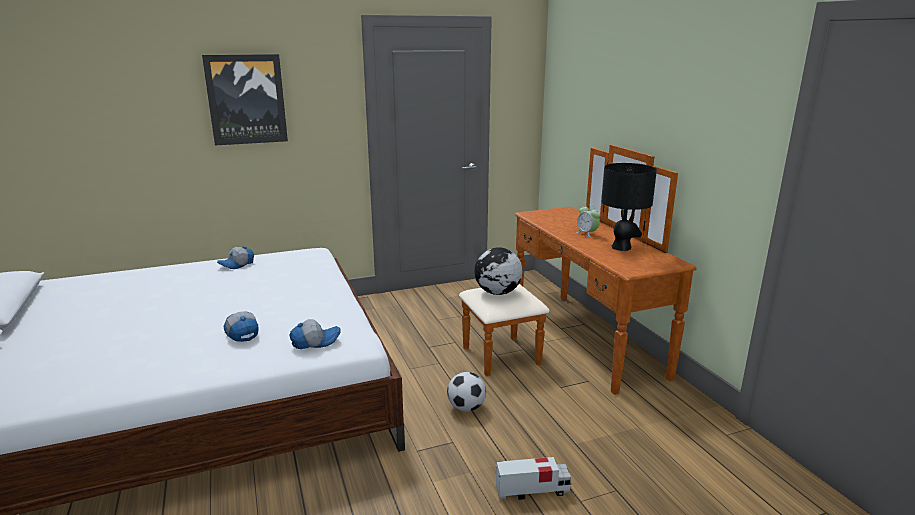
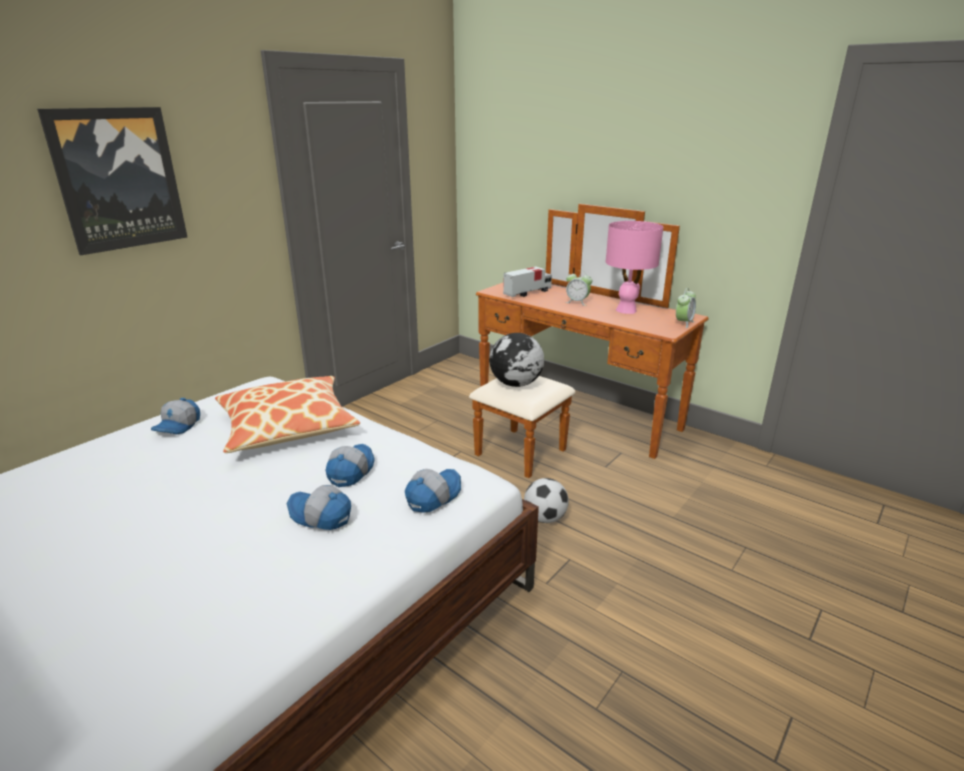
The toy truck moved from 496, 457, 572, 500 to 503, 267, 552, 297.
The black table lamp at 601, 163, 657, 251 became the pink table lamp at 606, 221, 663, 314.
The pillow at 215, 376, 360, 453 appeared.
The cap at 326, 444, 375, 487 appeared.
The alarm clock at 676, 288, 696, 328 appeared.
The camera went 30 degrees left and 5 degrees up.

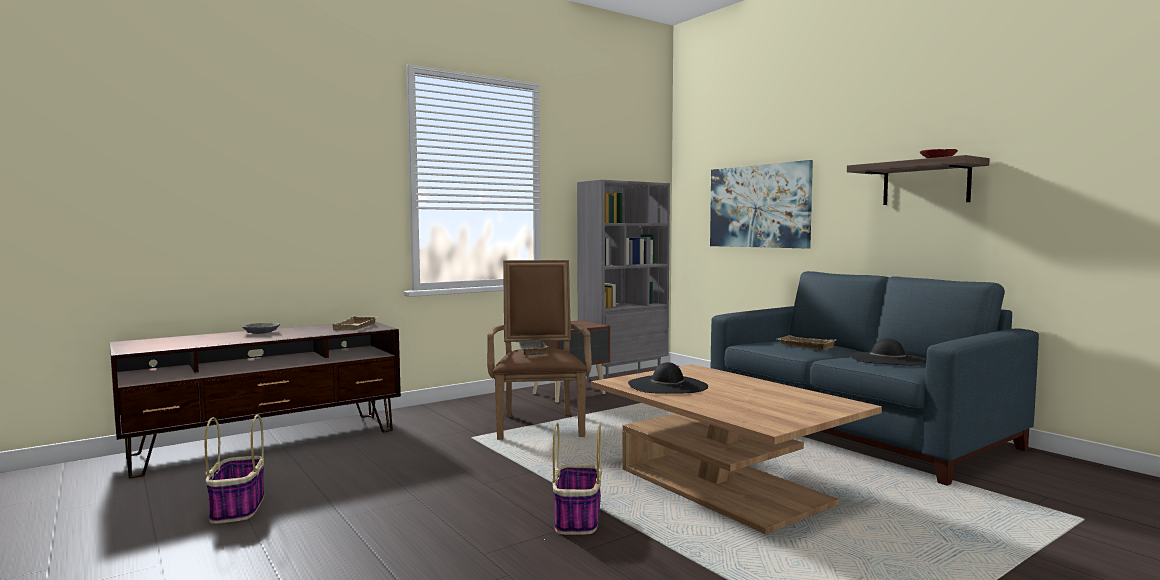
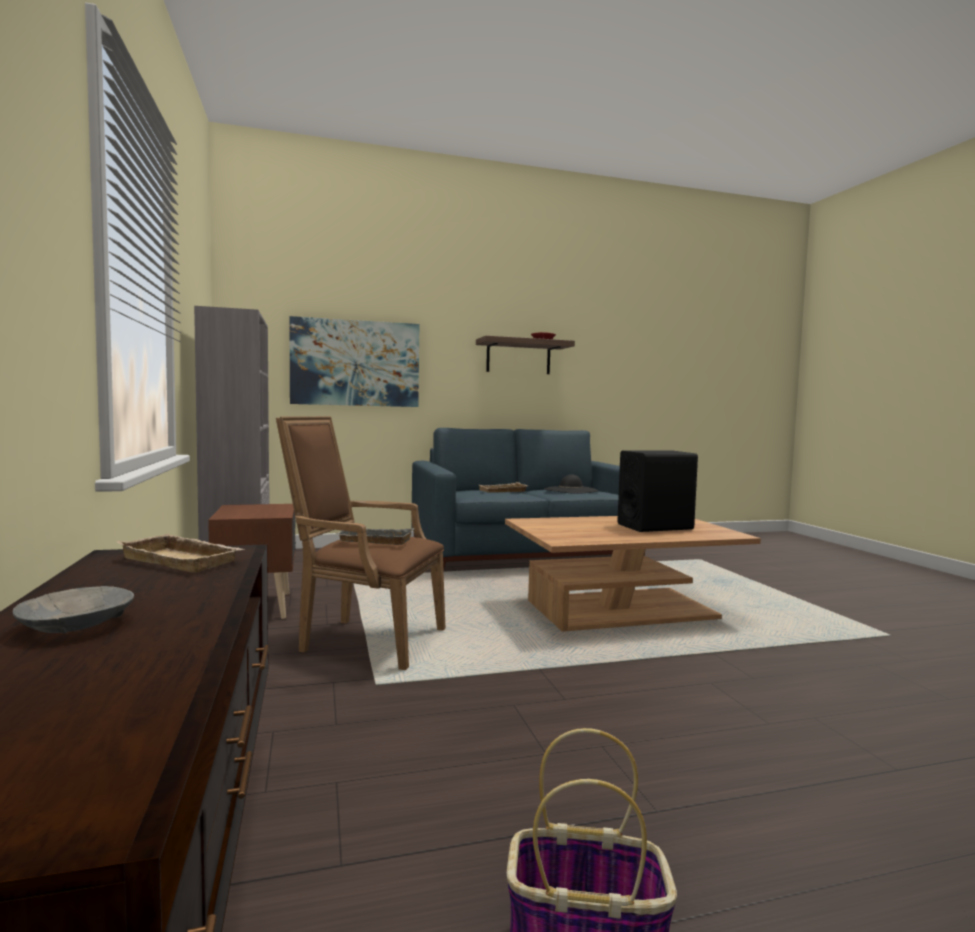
The basket at 552, 422, 602, 535 disappeared.
The black hat at 628, 362, 708, 394 disappeared.
The black speaker at 617, 450, 698, 532 appeared.
The camera went 70 degrees left and 0 degrees up.

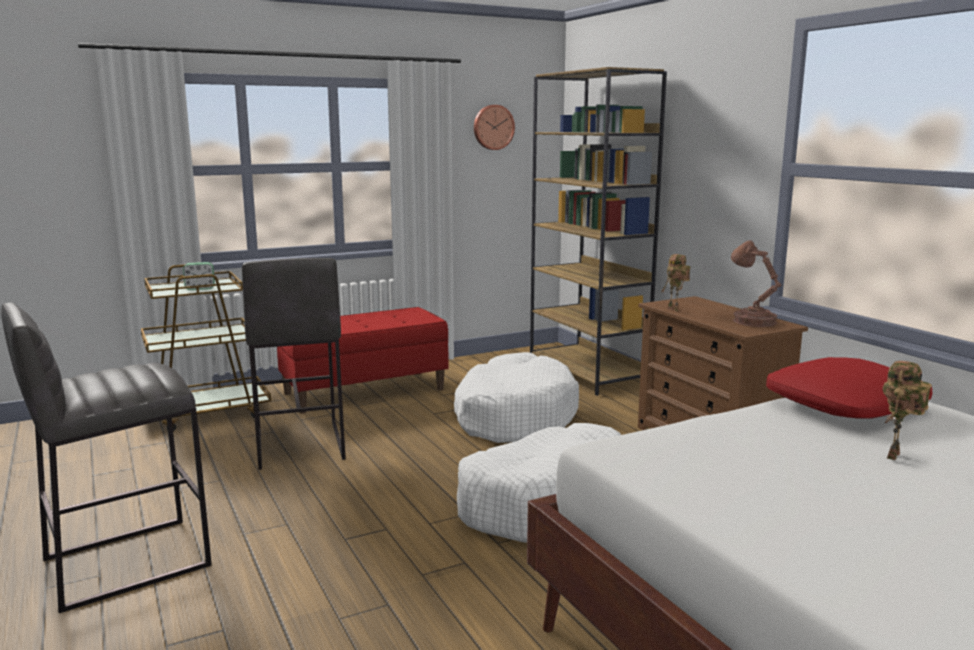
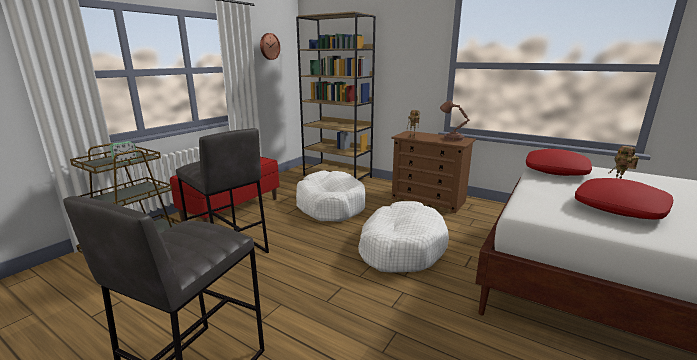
The red pillow at 575, 178, 673, 220 appeared.
The camera went 30 degrees left and 5 degrees up.

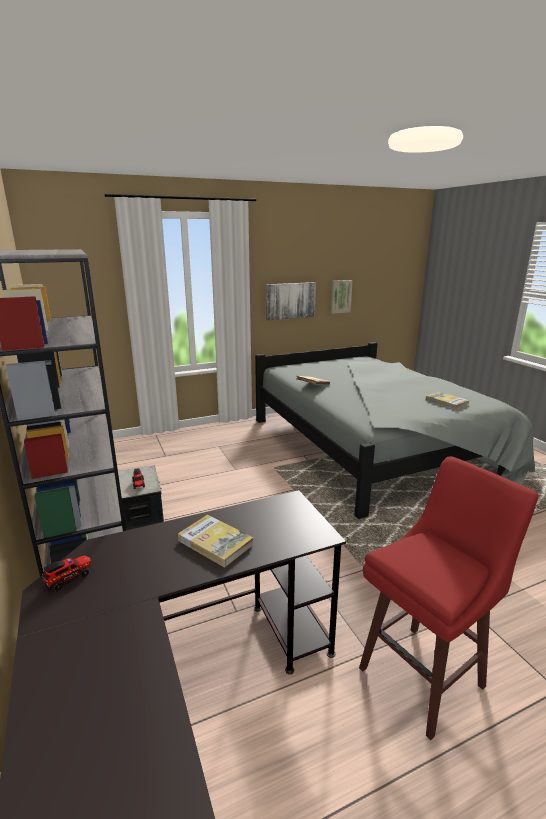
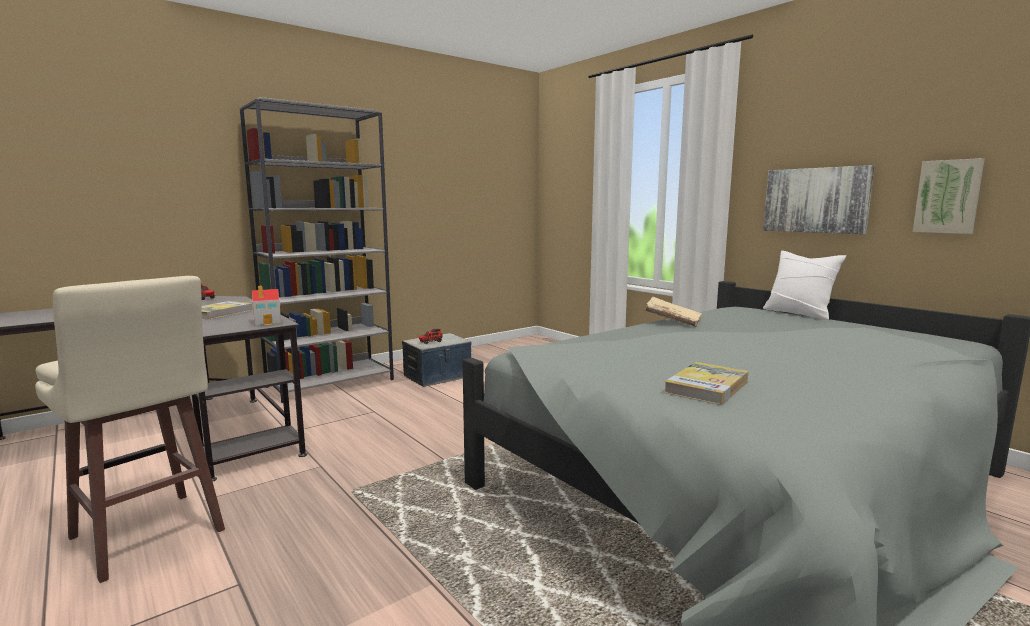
The red stool at 359, 456, 538, 740 became the beige stool at 35, 276, 225, 583.
The toy house at 252, 286, 281, 325 appeared.
The white pillow at 763, 251, 846, 320 appeared.
The camera went 75 degrees right and 10 degrees down.

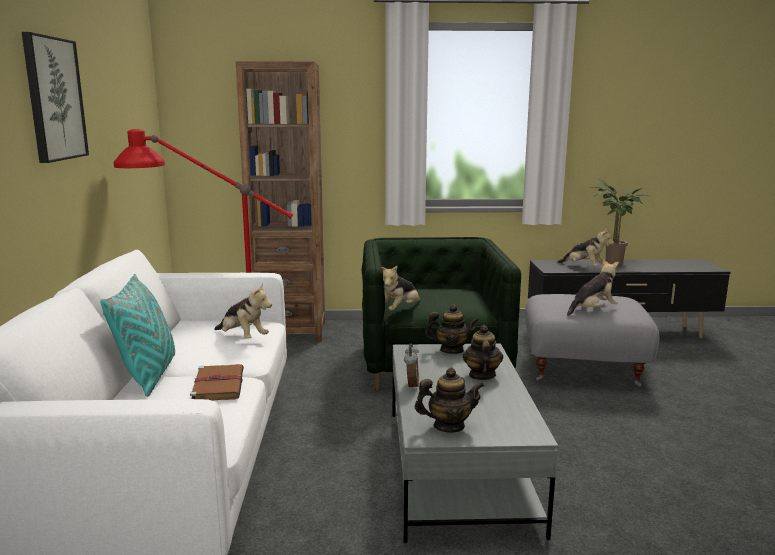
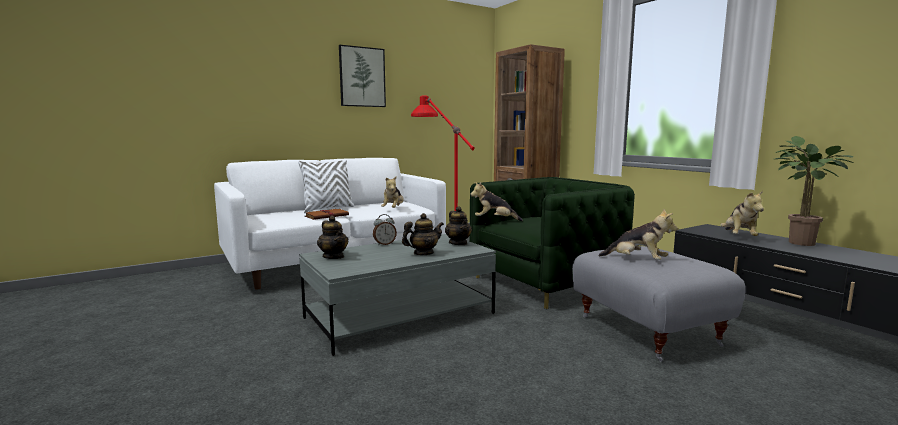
The turquoise pillow at 100, 274, 175, 397 became the white pillow at 298, 160, 354, 212.
The camera went 60 degrees right and 5 degrees down.

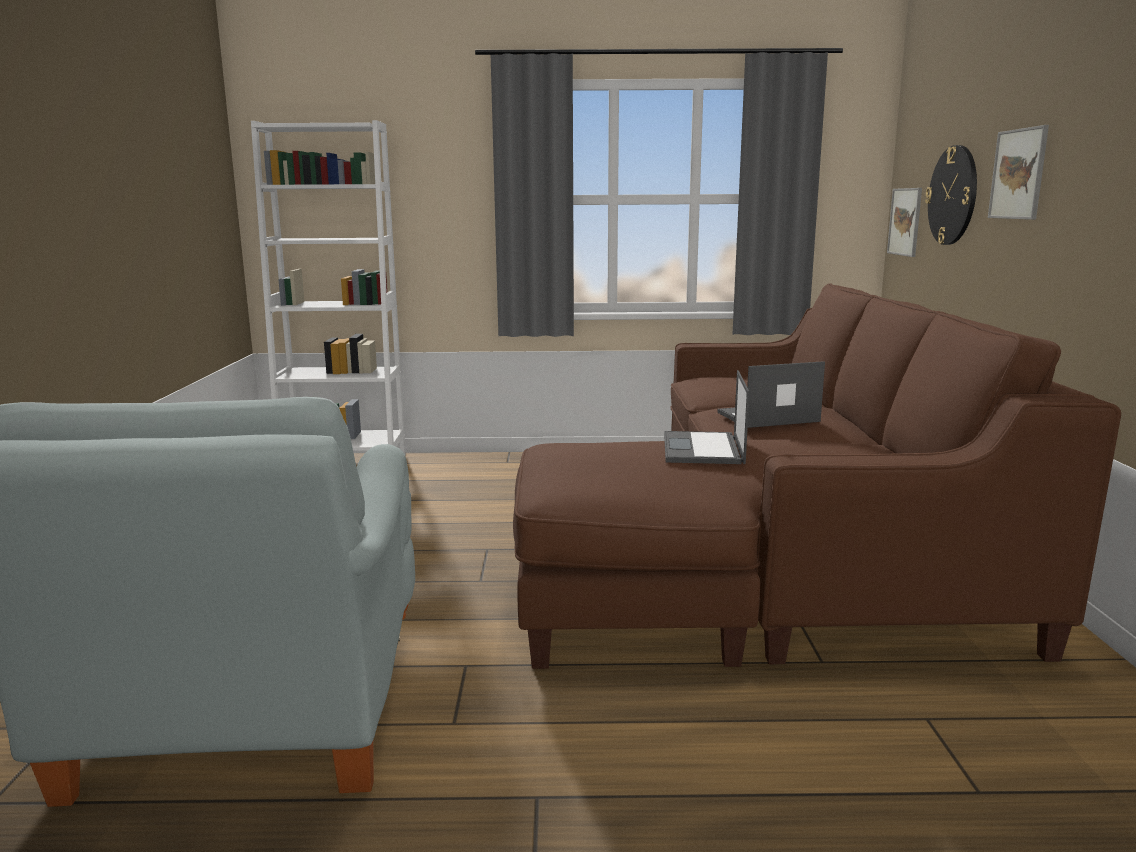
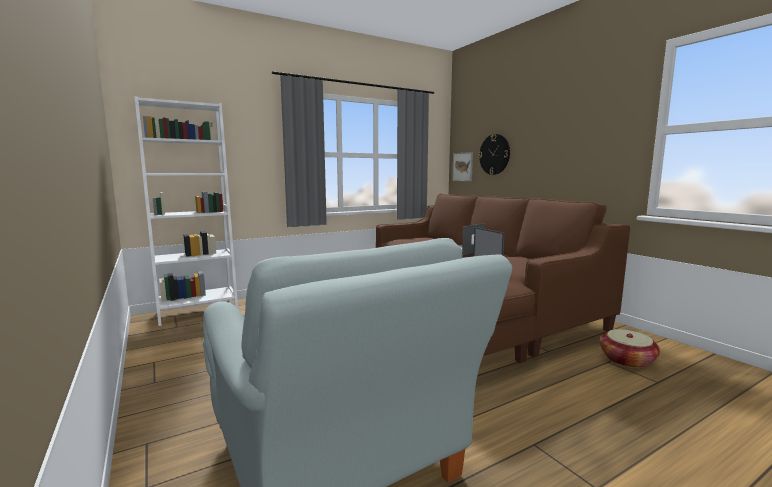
The picture at 988, 125, 1049, 220 disappeared.
The basket at 599, 329, 660, 368 appeared.
The camera went 30 degrees left and 5 degrees down.

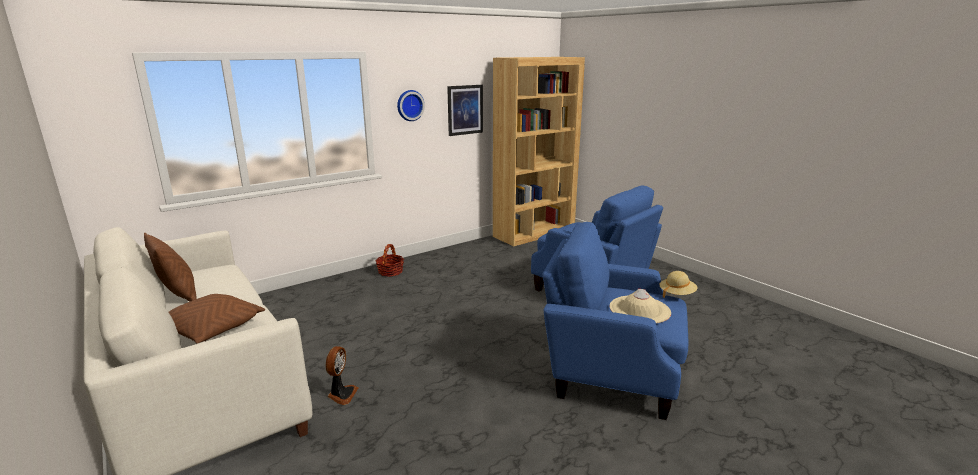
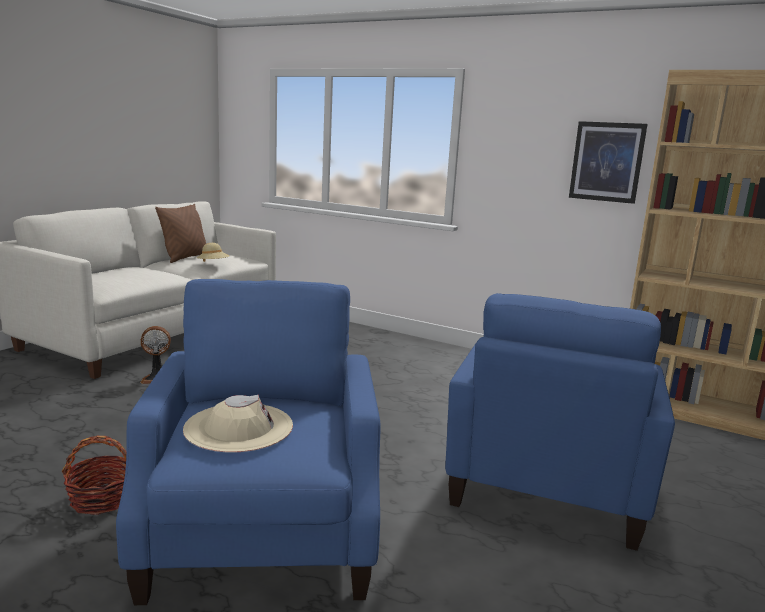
The brown pillow at 168, 294, 265, 343 disappeared.
The basket moved from 375, 244, 404, 277 to 62, 436, 126, 515.
The wall clock at 397, 90, 425, 121 disappeared.
The beige hat moved from 660, 271, 698, 298 to 197, 243, 229, 262.
The camera went 65 degrees right and 5 degrees down.

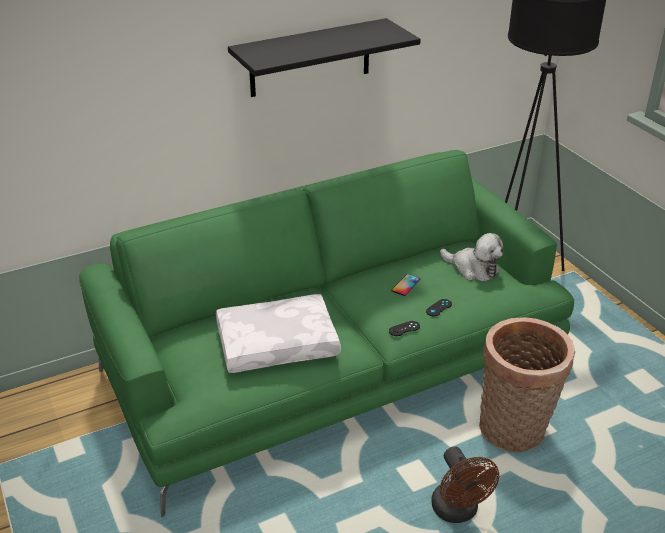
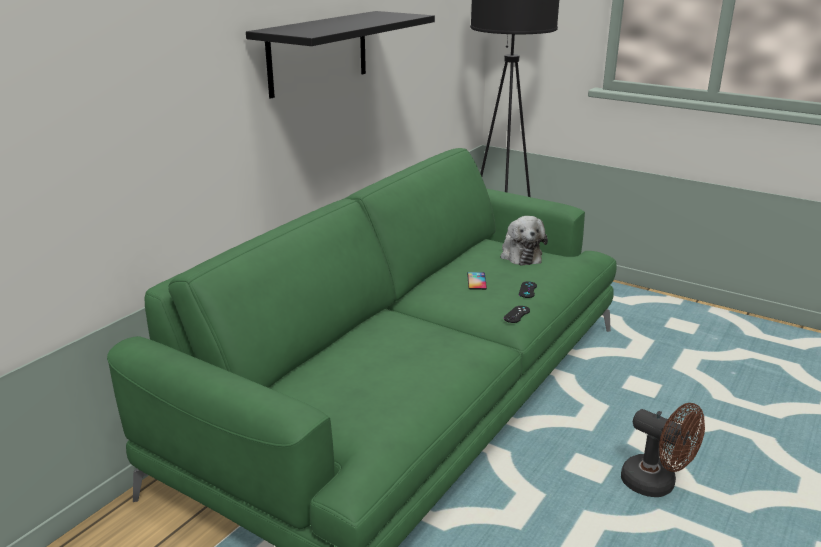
The white pillow at 216, 294, 341, 373 disappeared.
The plush toy at 440, 233, 503, 281 turned 75 degrees clockwise.
The basket at 479, 317, 575, 452 disappeared.
The camera went 30 degrees left and 10 degrees down.

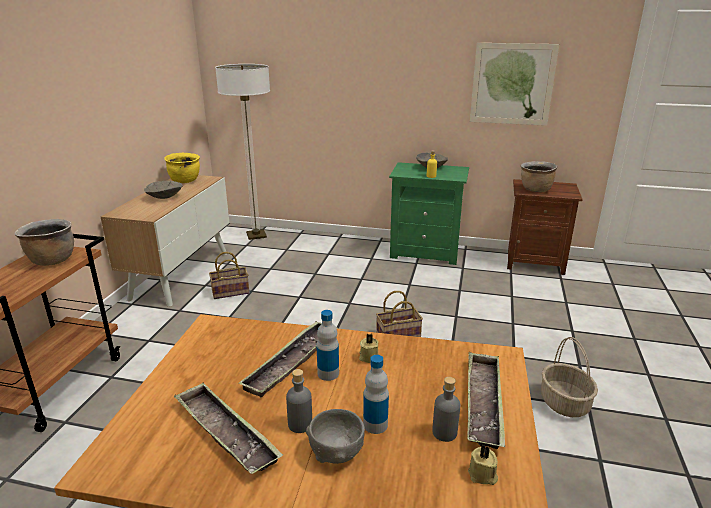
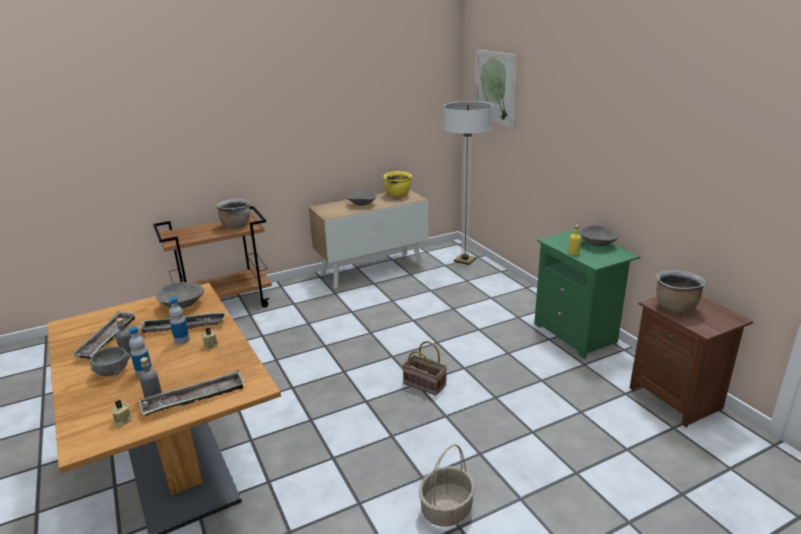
The basket at 209, 252, 249, 299 disappeared.
The picture moved from 470, 43, 559, 126 to 475, 49, 518, 129.
The grey bowl at 156, 282, 204, 309 appeared.
The camera went 50 degrees right and 0 degrees up.

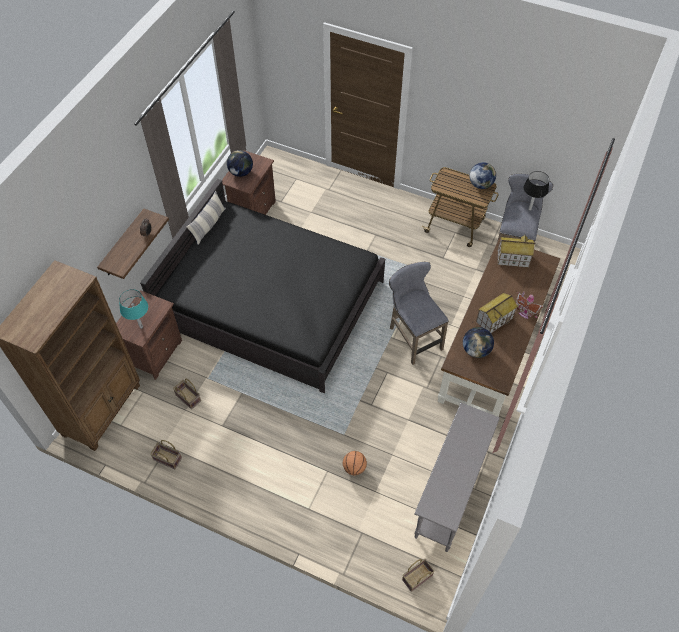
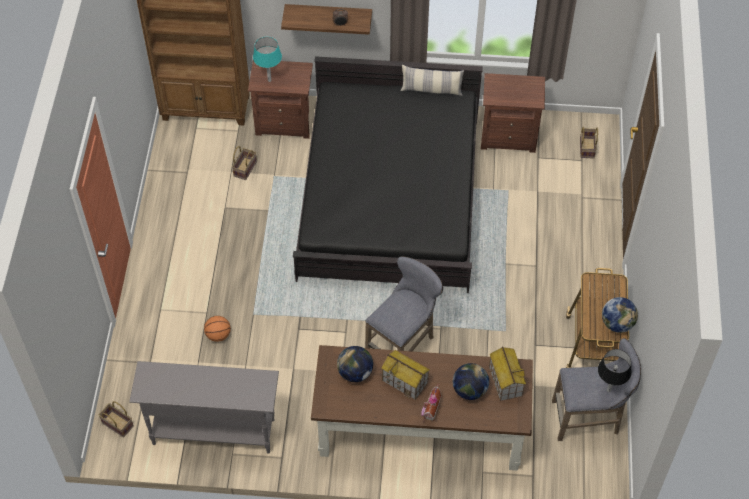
The basket moved from 150, 440, 182, 469 to 580, 127, 598, 159.
The globe moved from 227, 150, 253, 177 to 453, 363, 489, 400.
The camera went 70 degrees right and 0 degrees up.

